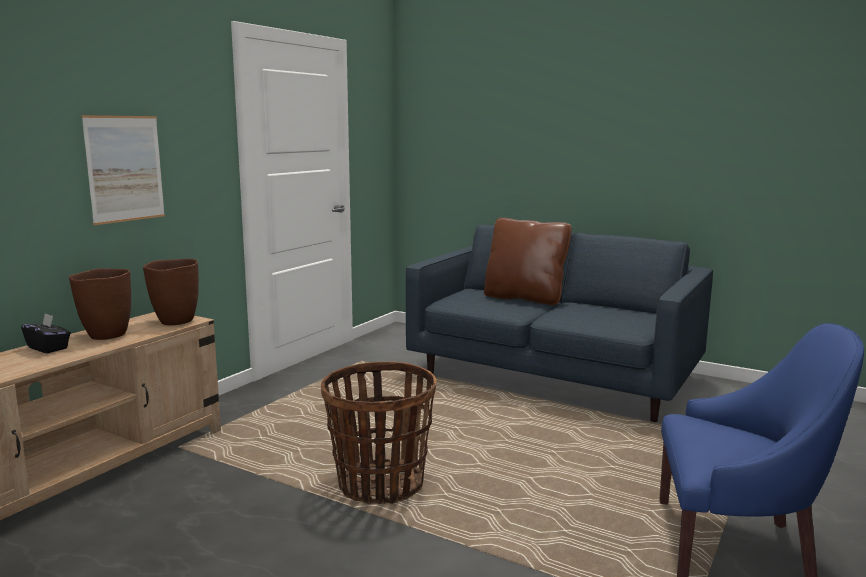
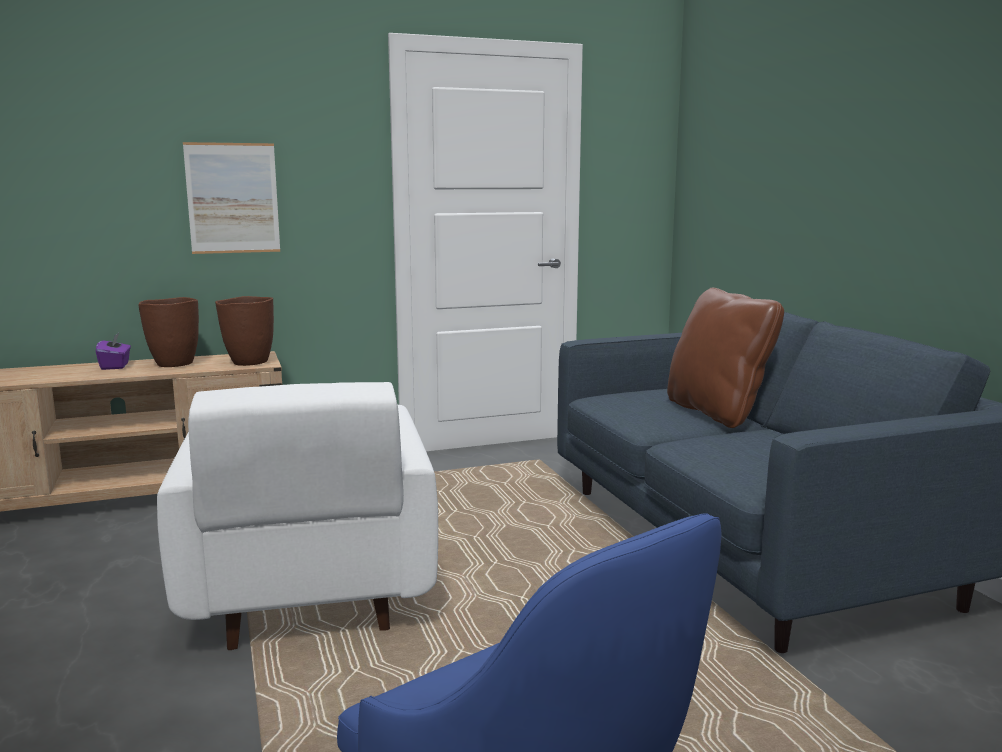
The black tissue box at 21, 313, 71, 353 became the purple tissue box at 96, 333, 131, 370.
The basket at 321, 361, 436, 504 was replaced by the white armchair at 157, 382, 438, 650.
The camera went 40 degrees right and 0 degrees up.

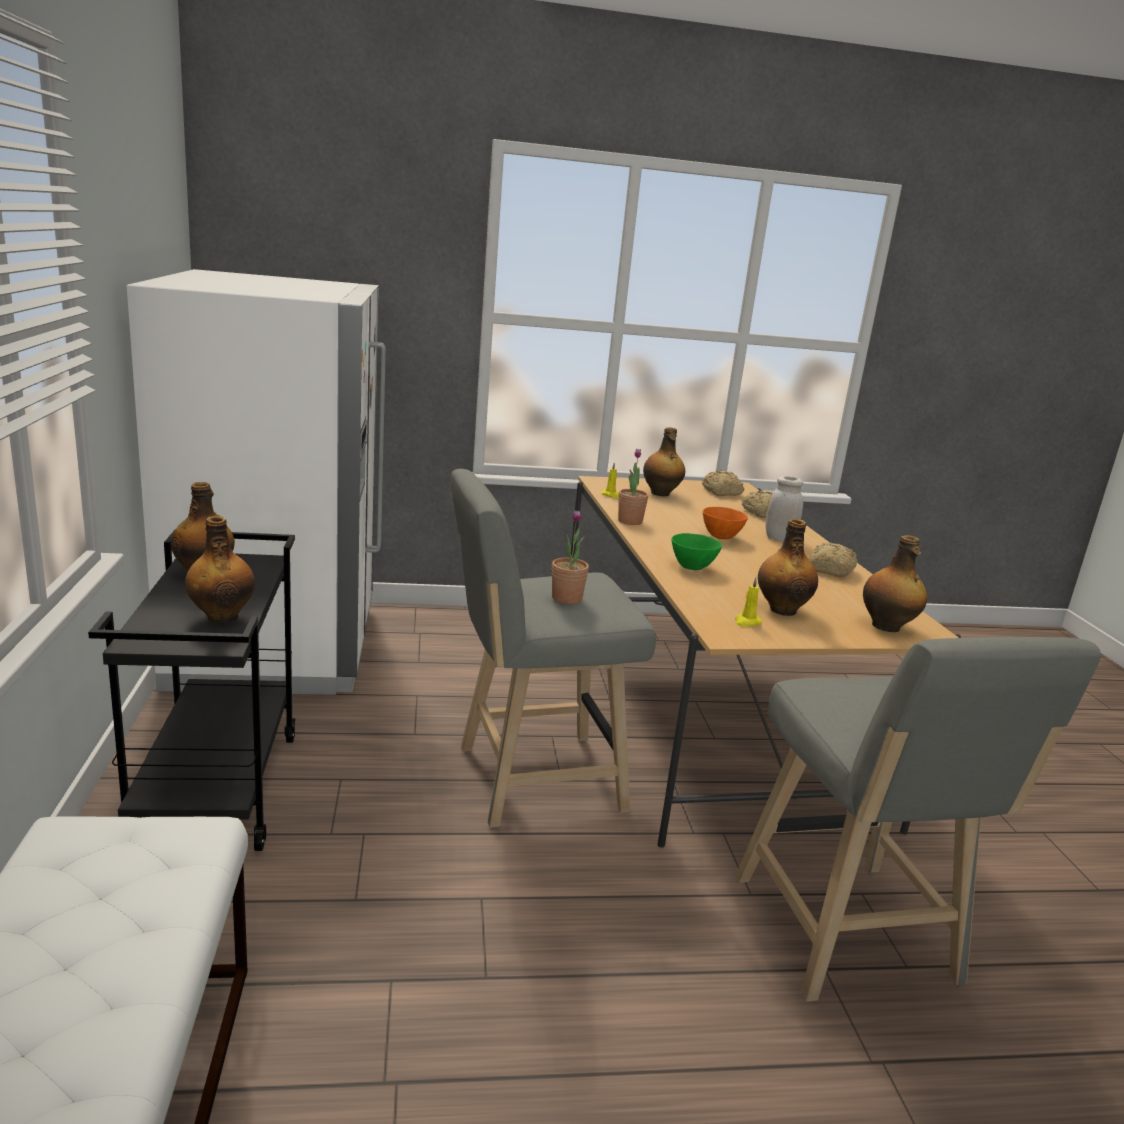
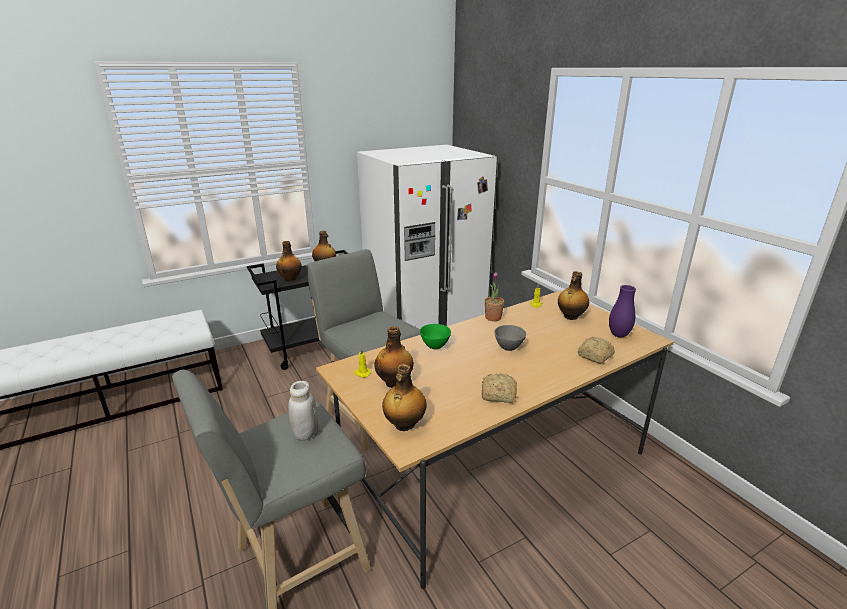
The potted plant at 552, 510, 589, 604 disappeared.
The bread at 702, 470, 744, 496 was replaced by the purple vase at 609, 285, 636, 337.
The orange bowl at 703, 507, 748, 539 became the grey bowl at 494, 325, 526, 351.
The white jar moved from 766, 476, 803, 541 to 288, 381, 317, 441.
The camera went 70 degrees right and 5 degrees up.

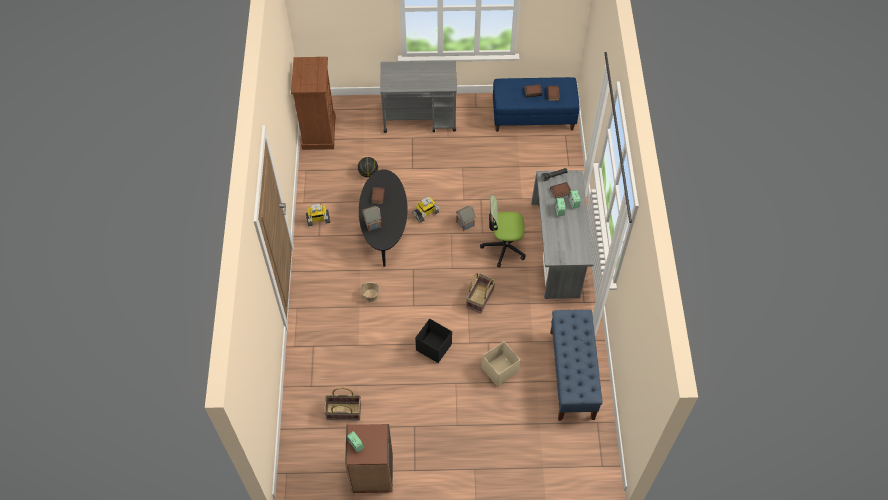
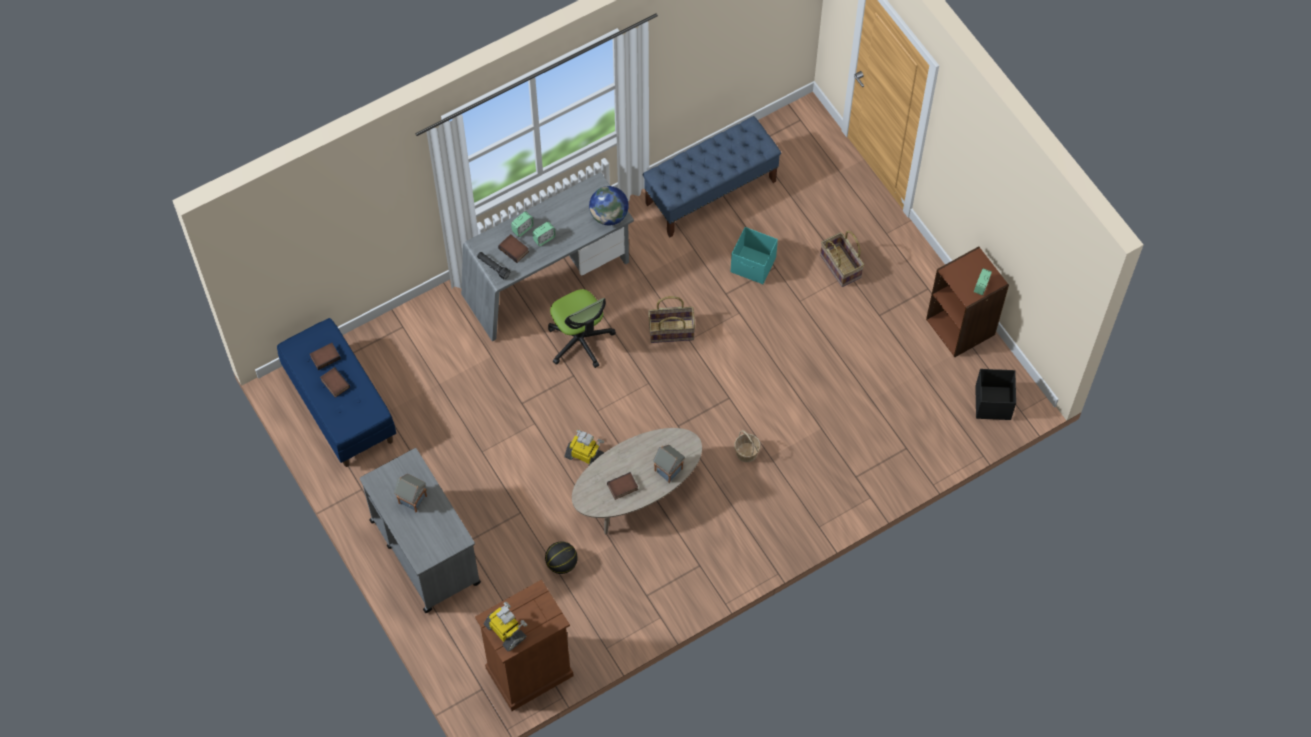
The toy robot moved from 306, 203, 331, 226 to 484, 602, 527, 651.
The basket moved from 324, 388, 361, 420 to 820, 231, 864, 287.
The black coffee table at 359, 170, 408, 267 became the beige coffee table at 572, 428, 702, 534.
The black storage box moved from 415, 319, 452, 363 to 975, 369, 1016, 420.
The toy house moved from 456, 206, 476, 231 to 394, 474, 427, 513.
The beige storage box at 482, 341, 520, 387 became the turquoise storage box at 731, 227, 778, 284.
The globe at 589, 186, 629, 225 appeared.
The camera went 120 degrees left and 5 degrees up.

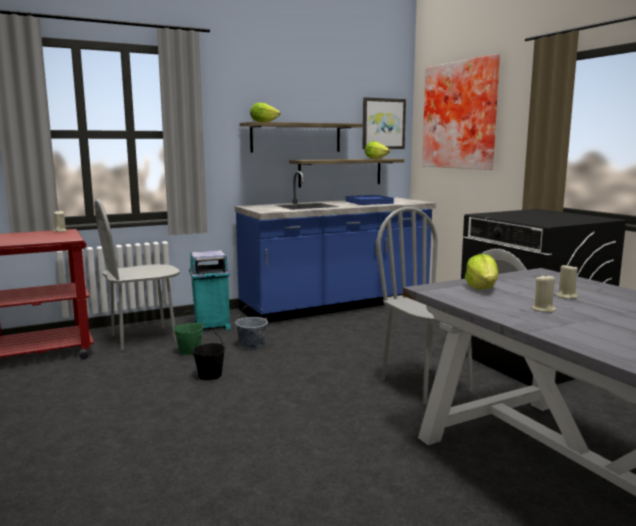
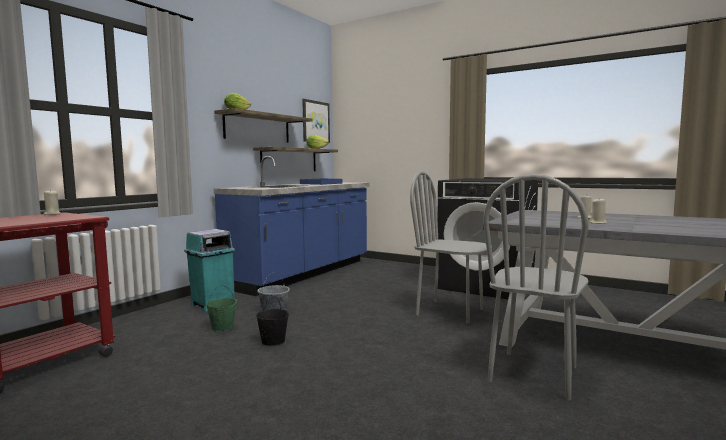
The grey chair moved from 94, 199, 180, 351 to 483, 174, 589, 401.
The picture at 422, 54, 500, 170 disappeared.
The lettuce at 465, 254, 499, 290 disappeared.
The camera went 30 degrees left and 5 degrees down.

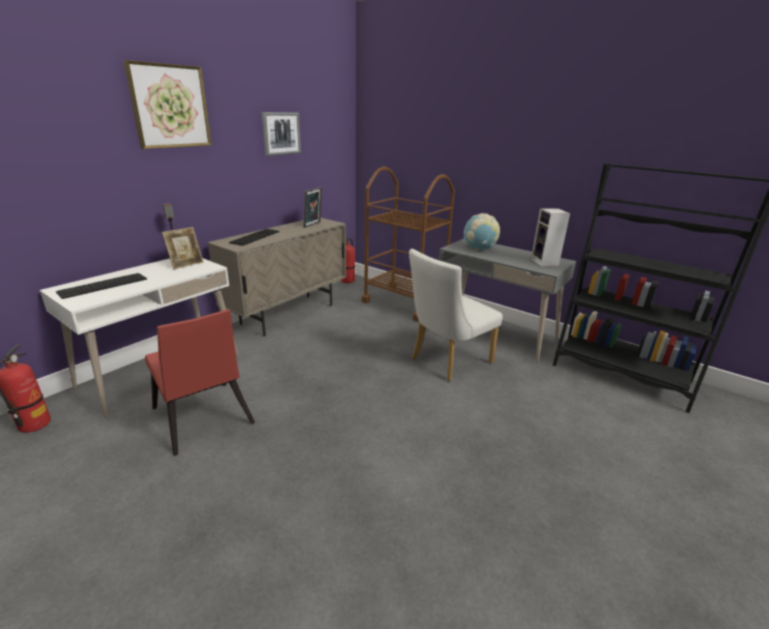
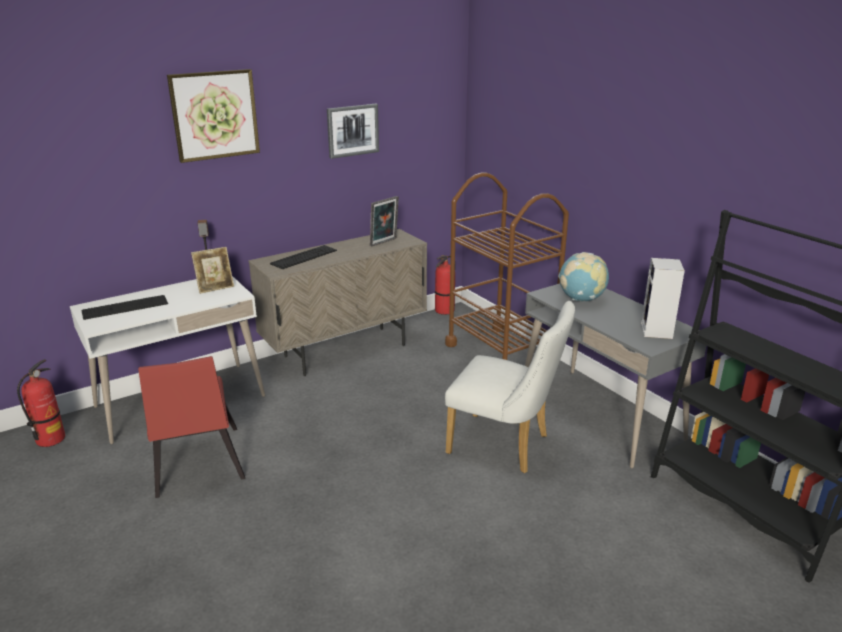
The white chair at 409, 249, 503, 381 turned 135 degrees counterclockwise.
The camera went 20 degrees right and 0 degrees up.

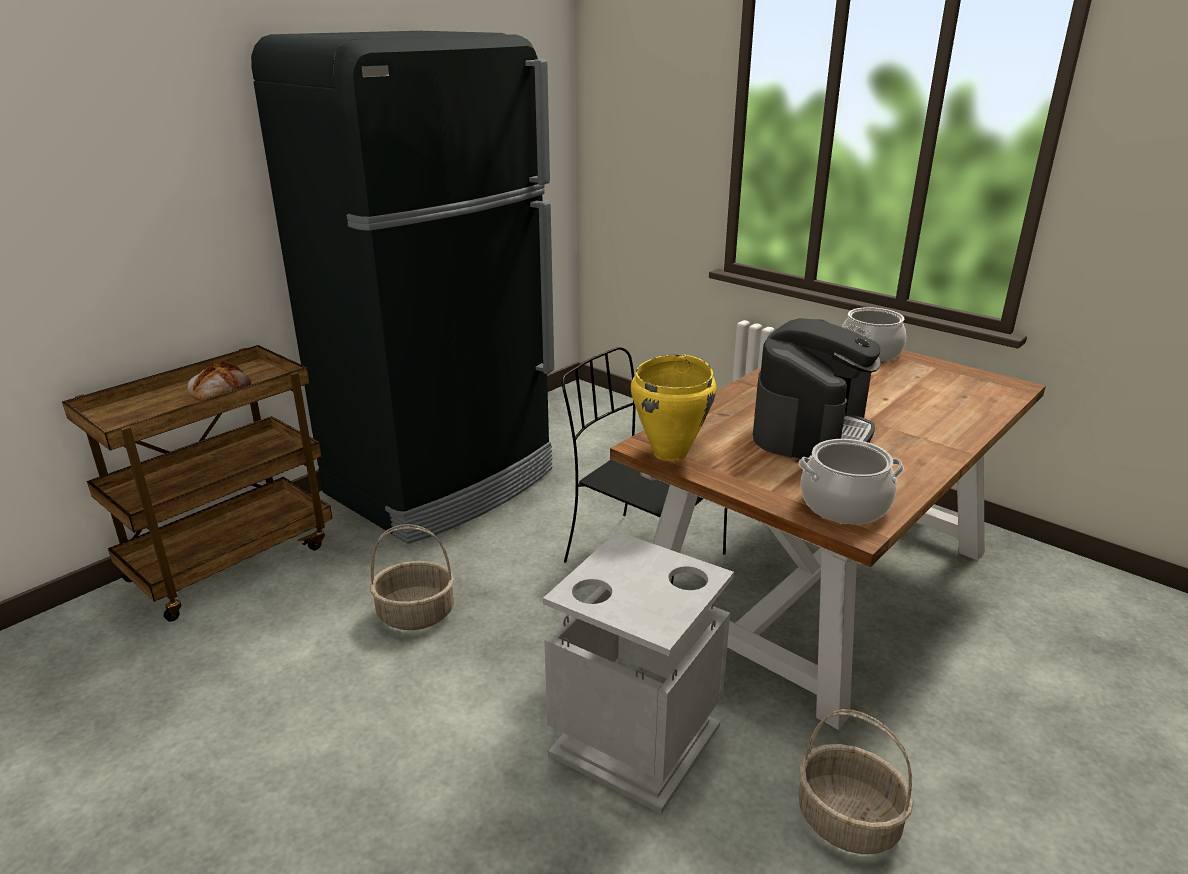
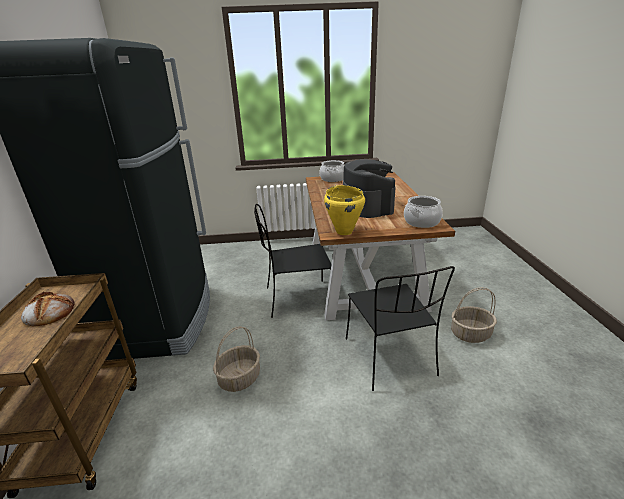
The grey trash can at 543, 531, 734, 814 was replaced by the black chair at 346, 266, 455, 391.
The camera went 45 degrees left and 0 degrees up.

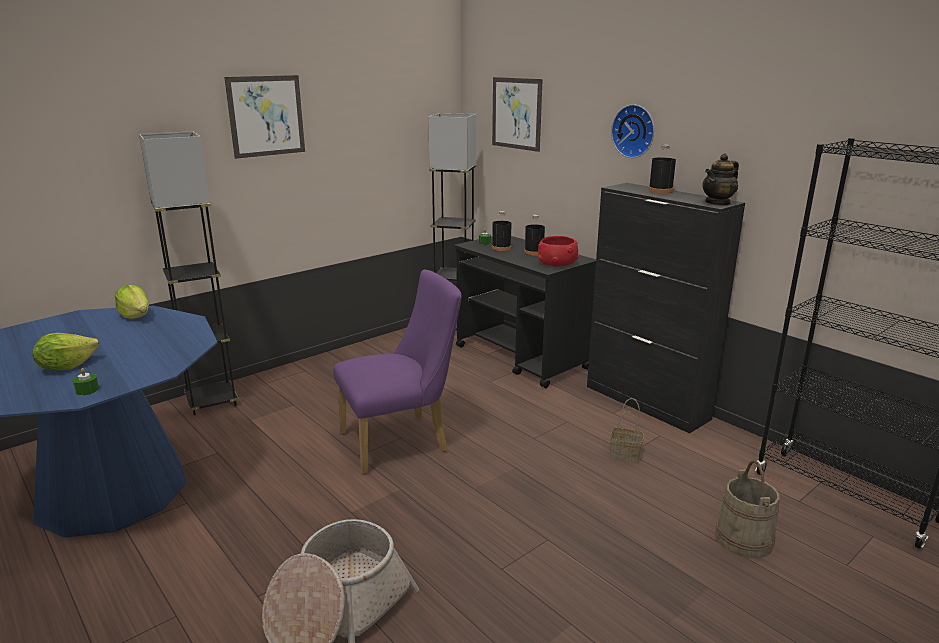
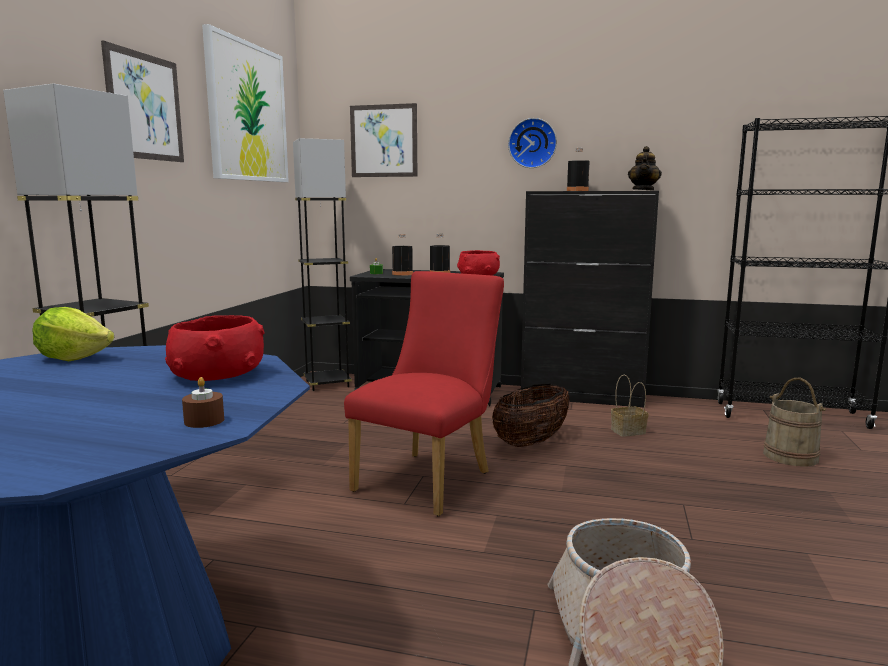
The lettuce at 33, 333, 99, 370 disappeared.
The green candle at 73, 368, 99, 395 became the brown candle at 182, 377, 224, 428.
The purple chair at 333, 269, 461, 474 became the red chair at 344, 271, 504, 516.
The red bowl at 165, 315, 264, 381 appeared.
The picture at 202, 24, 289, 182 appeared.
The basket at 492, 384, 570, 447 appeared.
The camera went 35 degrees left and 10 degrees down.

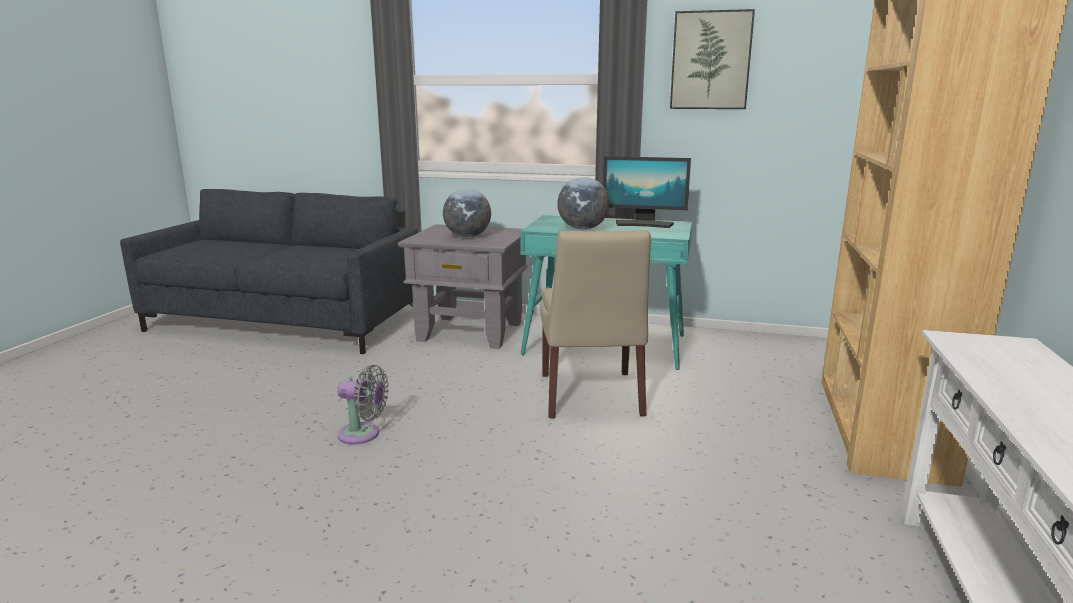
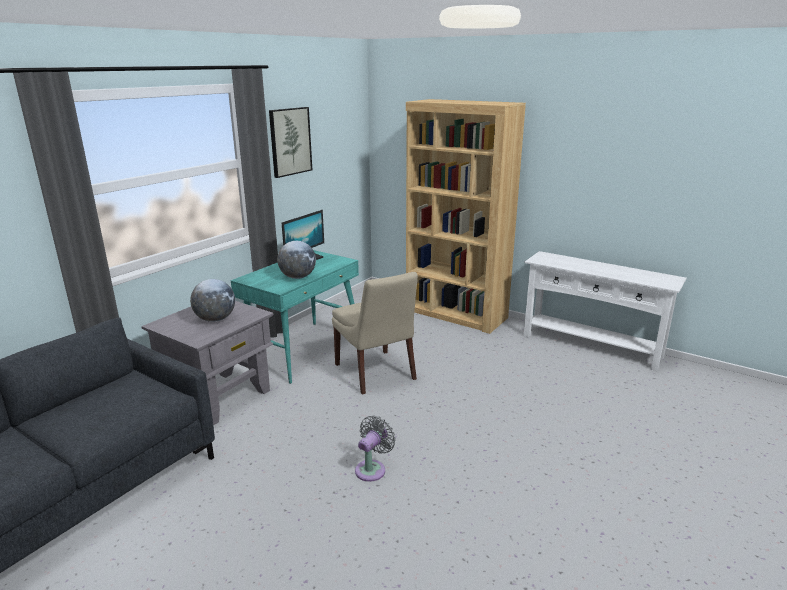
The beige chair at 540, 230, 651, 418 turned 45 degrees clockwise.
The camera went 70 degrees left and 5 degrees up.

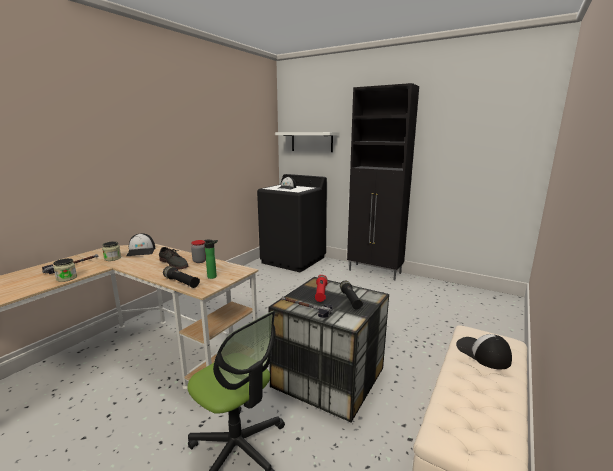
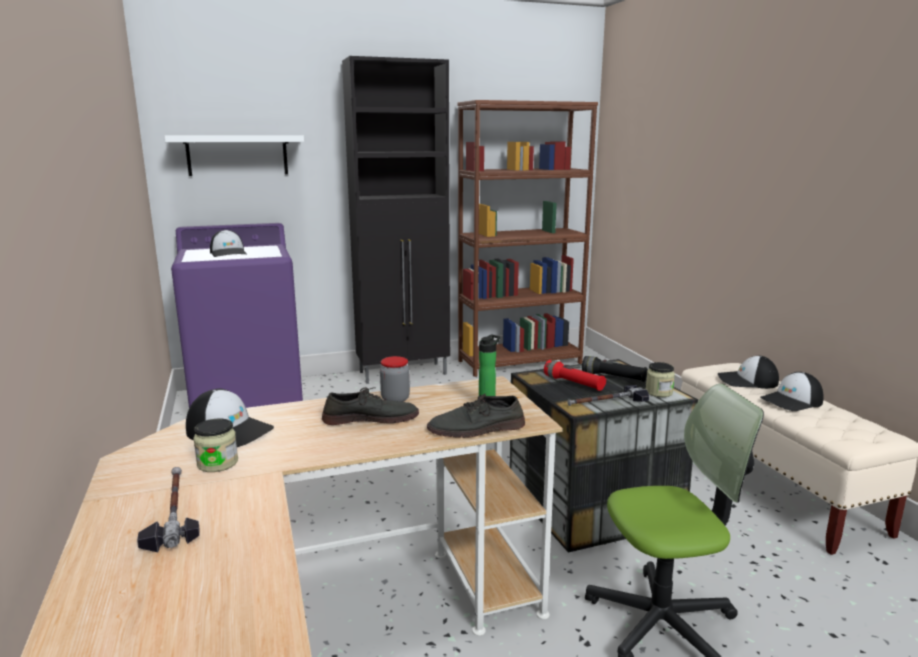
The jar moved from 53, 258, 77, 282 to 645, 362, 675, 397.
The black flashlight at 163, 266, 200, 288 was replaced by the grey shoe at 427, 393, 525, 438.
The black washing machine at 257, 174, 327, 272 became the purple washing machine at 171, 223, 303, 408.
The brown bookcase at 458, 100, 598, 377 appeared.
The cap at 760, 372, 824, 411 appeared.
The camera went 50 degrees left and 0 degrees up.

